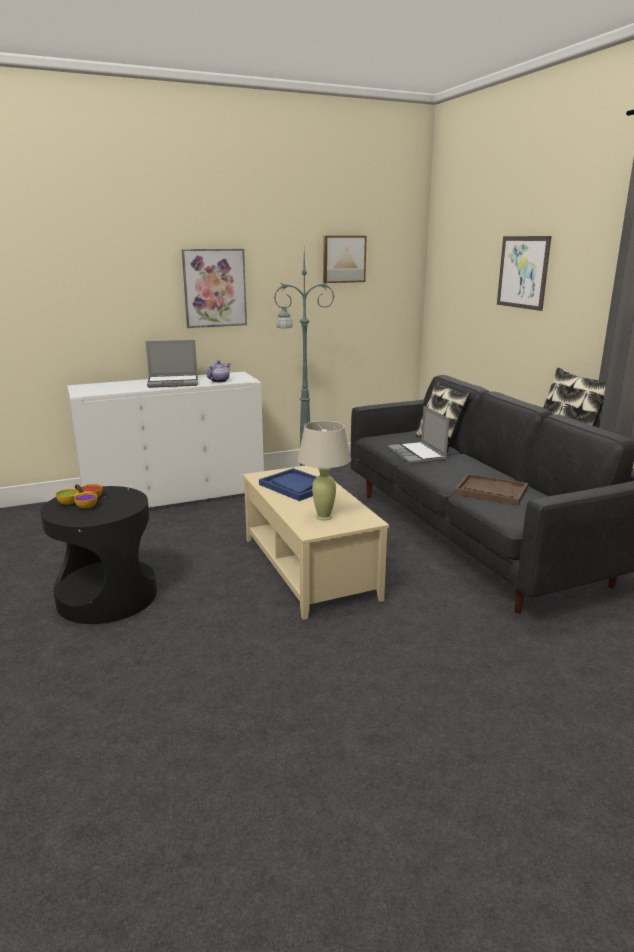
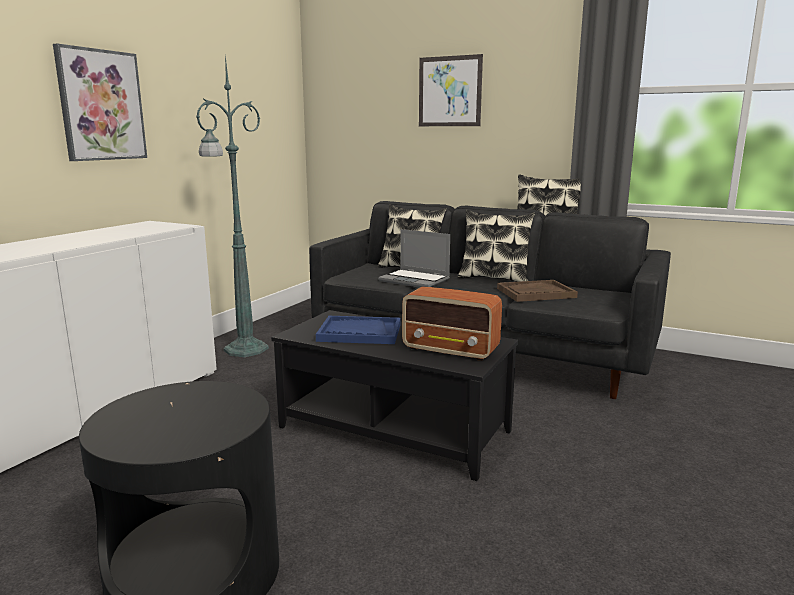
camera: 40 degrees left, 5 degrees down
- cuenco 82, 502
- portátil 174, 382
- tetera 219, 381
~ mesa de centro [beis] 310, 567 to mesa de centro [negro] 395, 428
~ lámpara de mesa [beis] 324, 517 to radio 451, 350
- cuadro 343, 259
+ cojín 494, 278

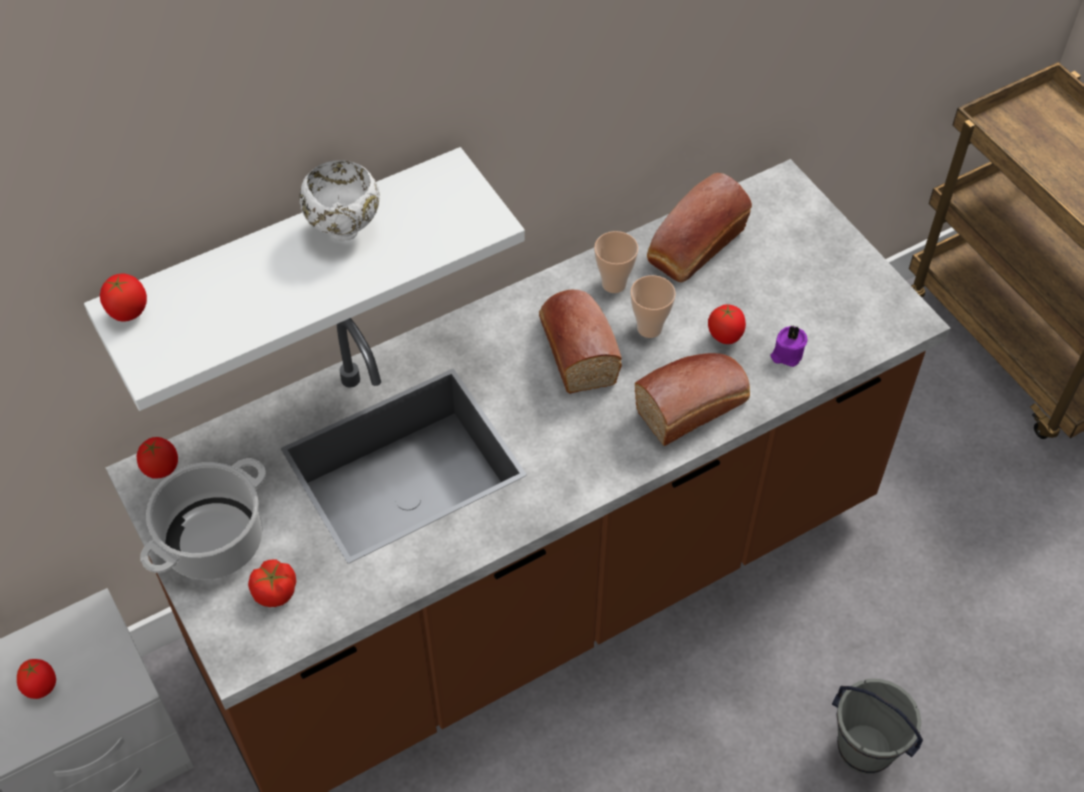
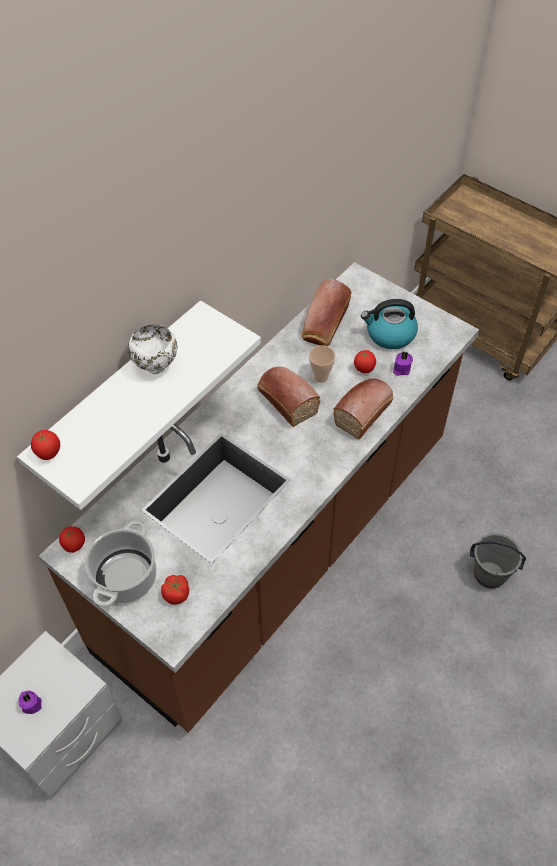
camera: 20 degrees left, 0 degrees up
~ tomate 42, 688 to vela [morado] 31, 704
- taza 614, 284
+ hervidor 389, 334

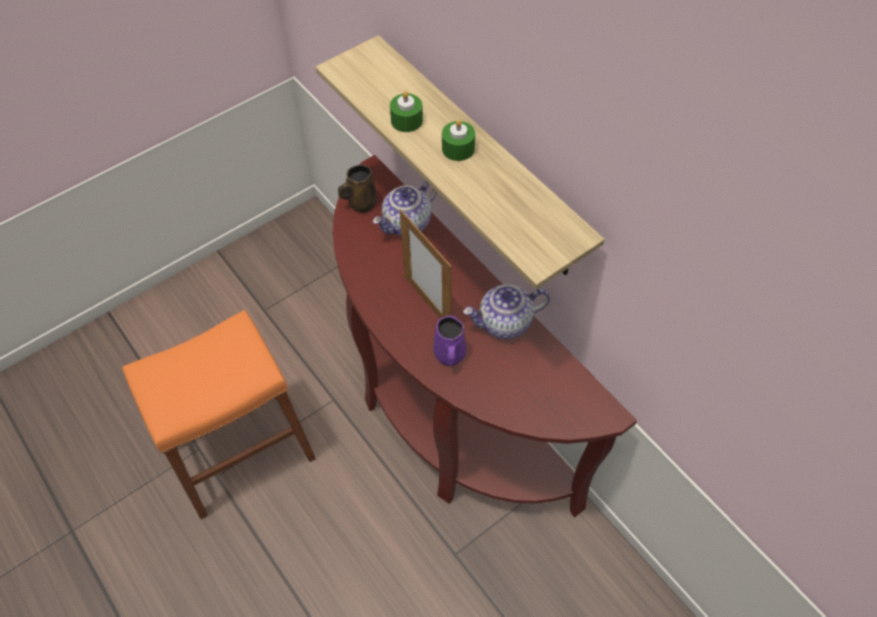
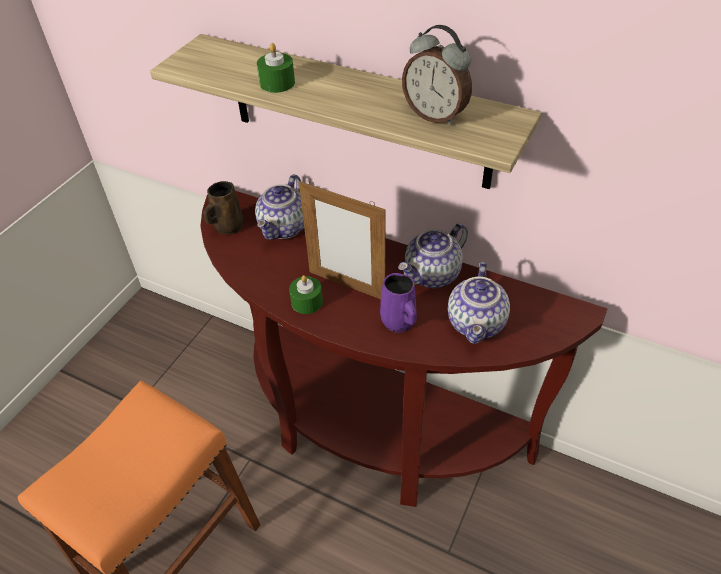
camera: 25 degrees left, 10 degrees down
~ vela [verde] 458, 148 to 307, 302
+ despertador 435, 115
+ tetera 477, 324

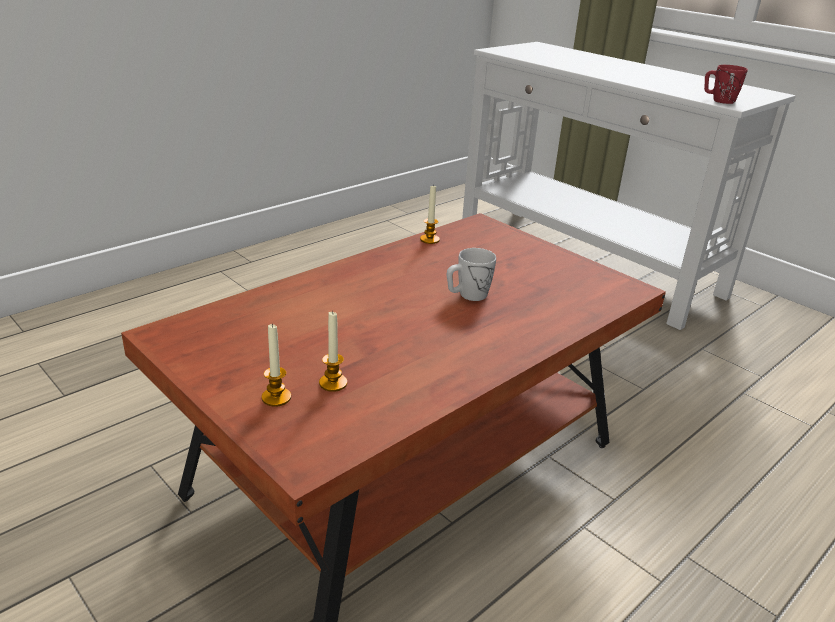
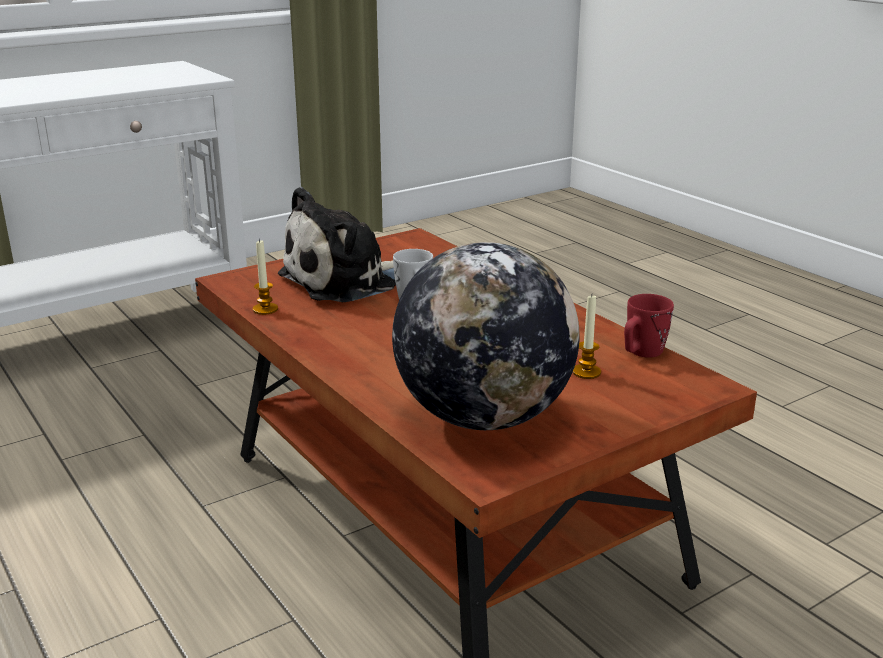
camera: 80 degrees left, 5 degrees down
- vela 276, 397
~ taza grande [rojo] 718, 100 to 641, 353
+ peluche 345, 281
+ globo terráqueo 483, 417

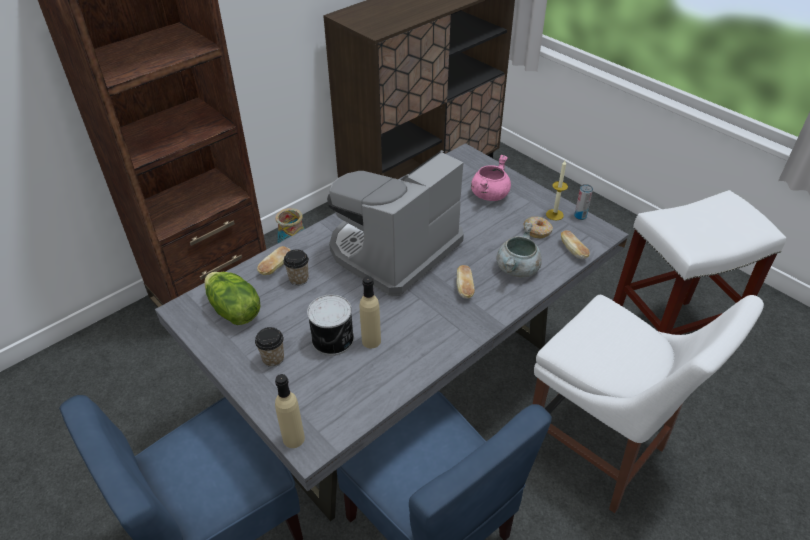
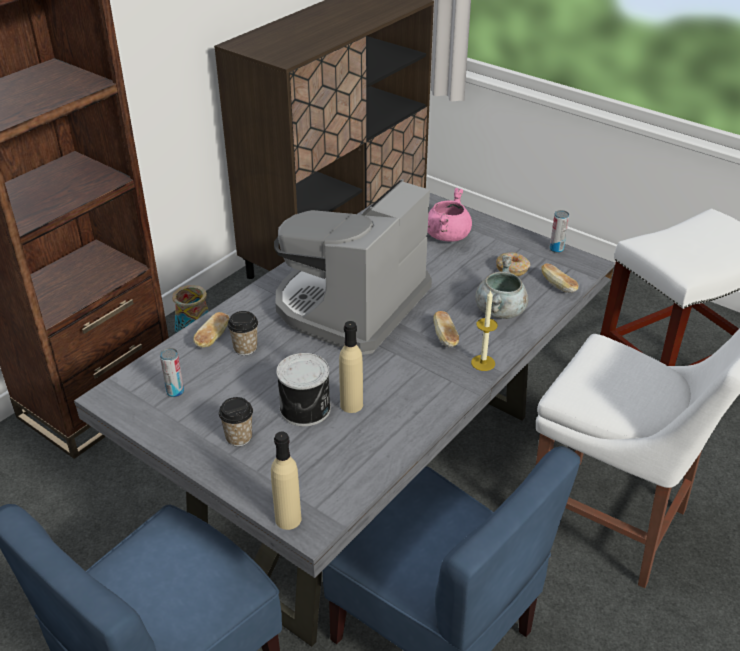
camera: 10 degrees left, 5 degrees down
~ lechuga 234, 311 to lata 175, 392
~ vela 554, 214 to 483, 363

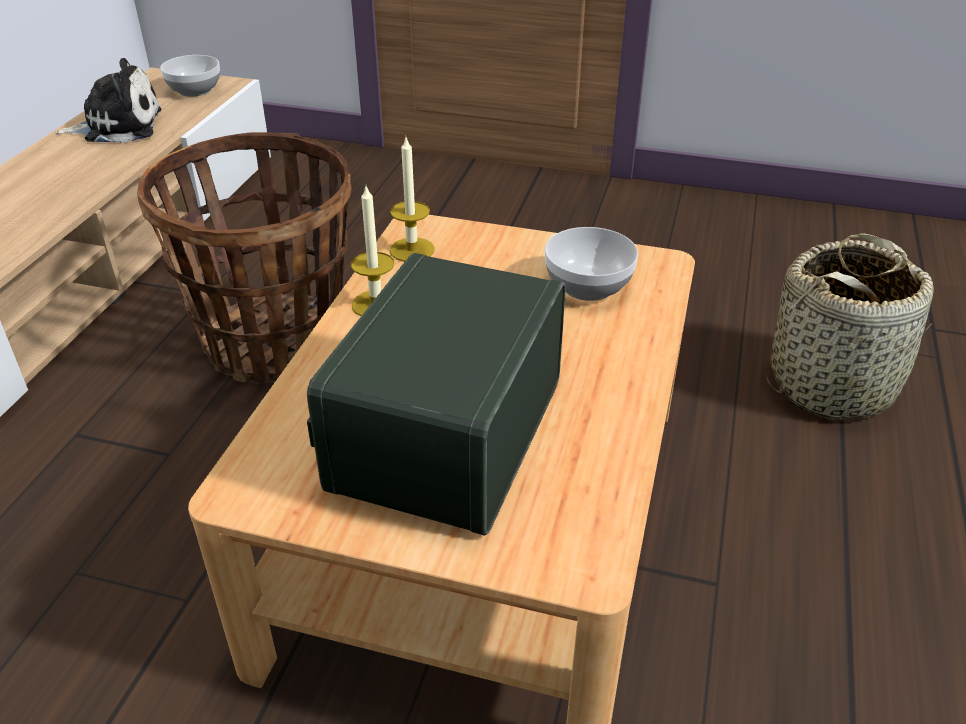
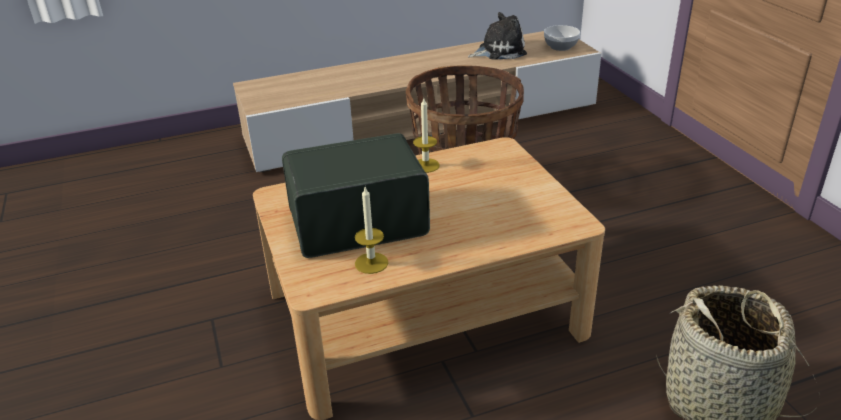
camera: 55 degrees right, 5 degrees down
~ peluche 118, 126 = 499, 51 60 degrees counterclockwise
~ vela 412, 250 to 371, 263
- cuenco 586, 286

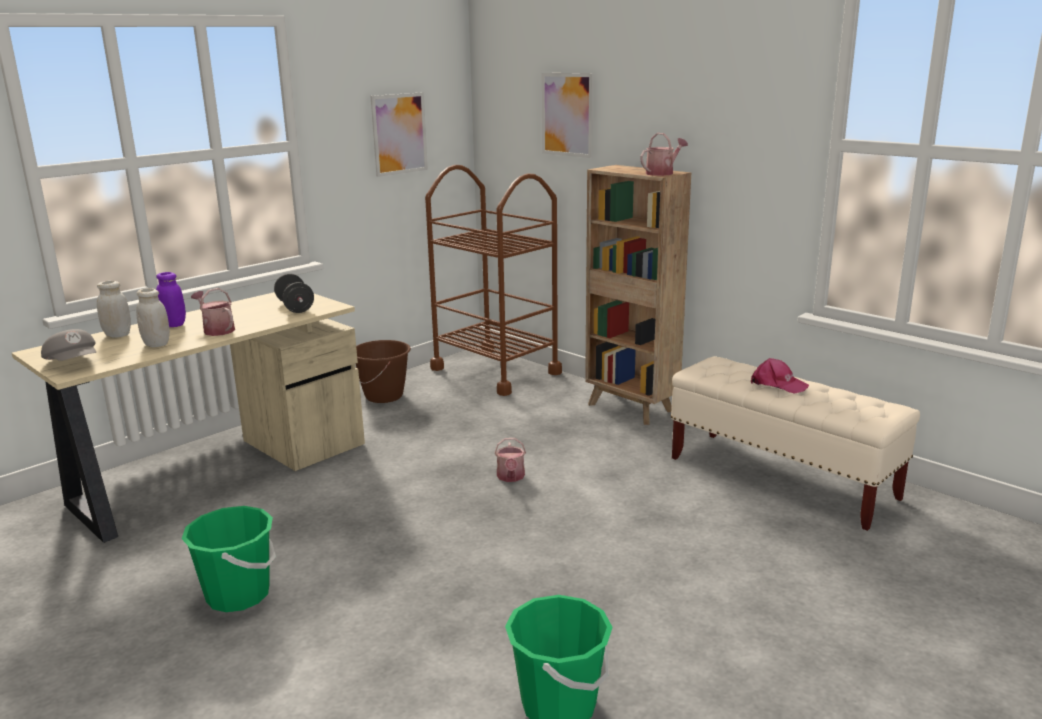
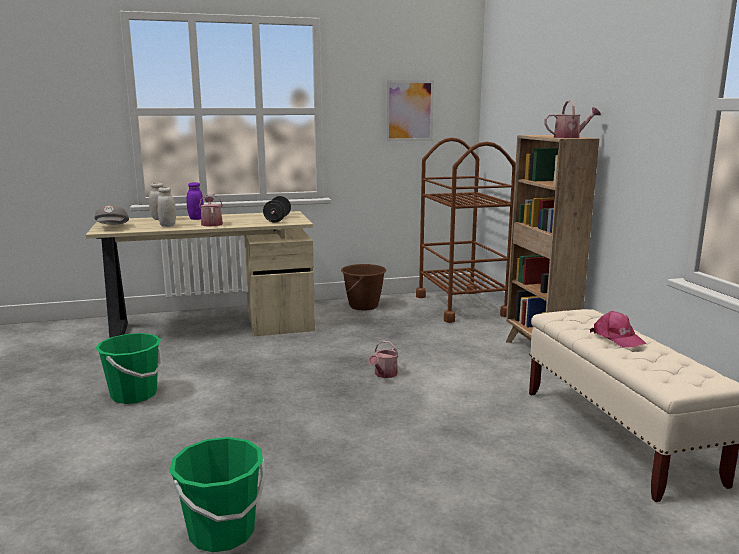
camera: 30 degrees right, 5 degrees down
- cuadro 567, 114

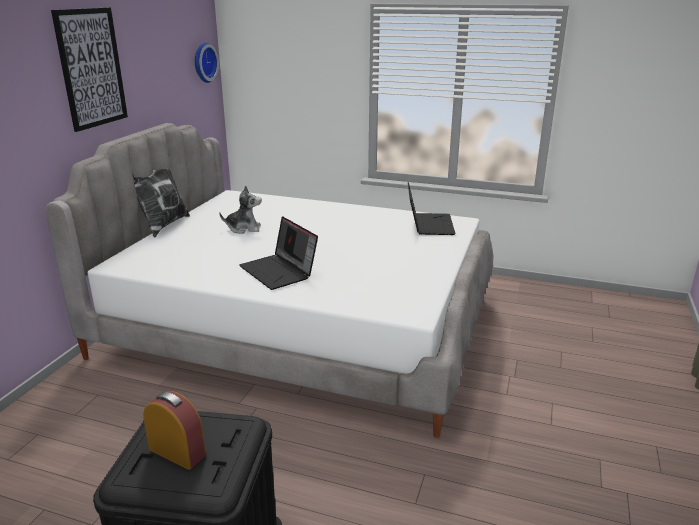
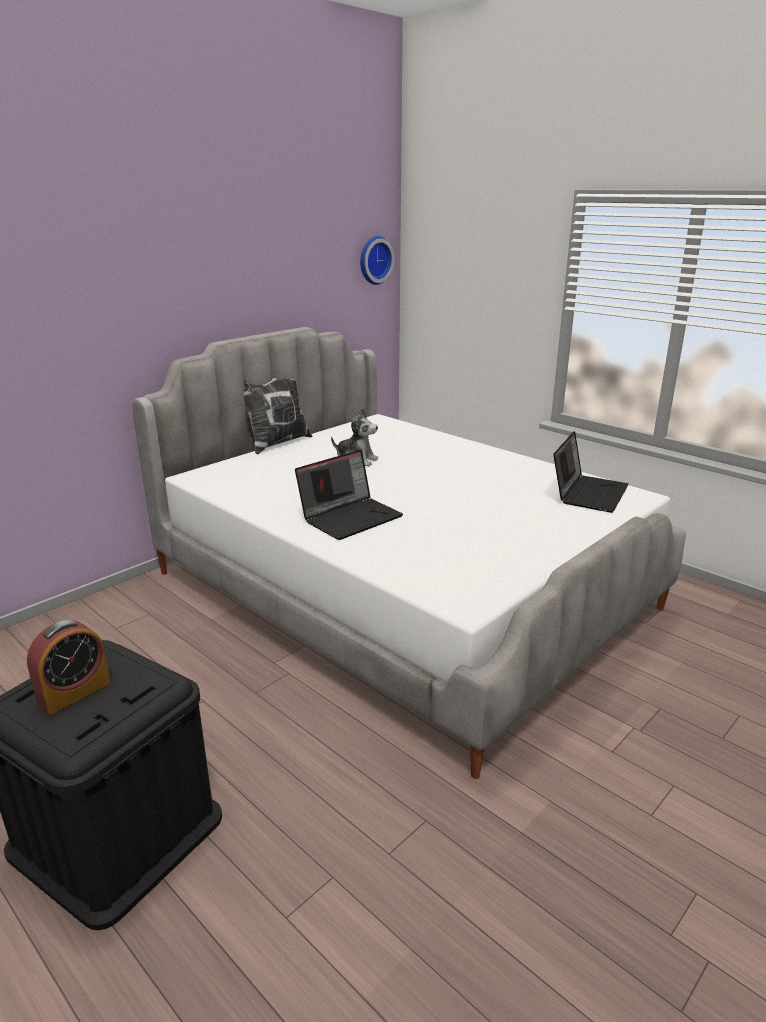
camera: 25 degrees right, 0 degrees up
- cuadro 91, 68
~ despertador 177, 452 = 74, 692 75 degrees clockwise
~ portátil 279, 271 = 351, 517 120 degrees counterclockwise

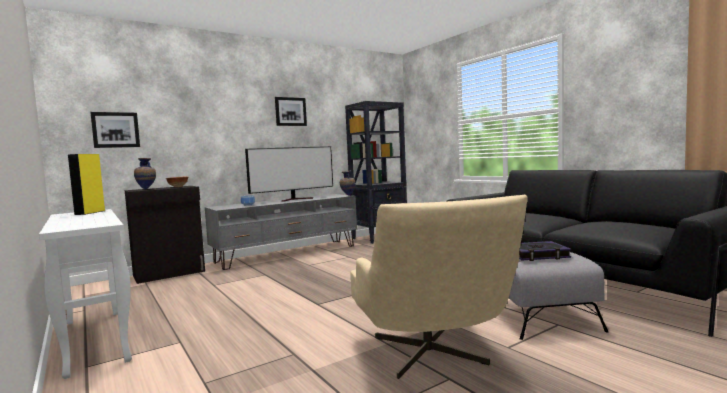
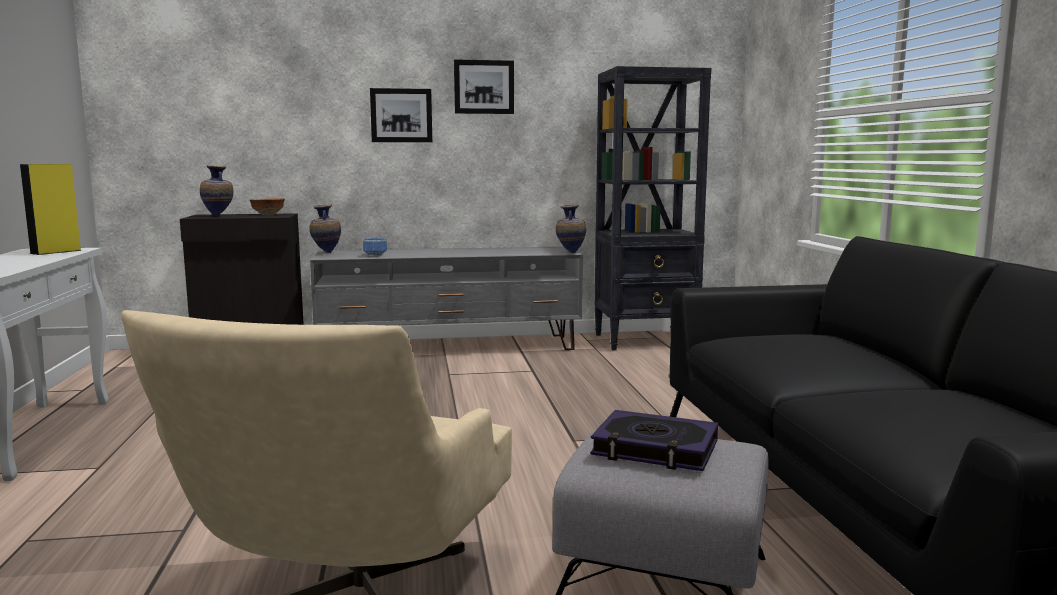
camera: 25 degrees right, 5 degrees up
~ cuadro 115, 130 to 401, 115
- televisor 296, 199
+ florero 326, 253

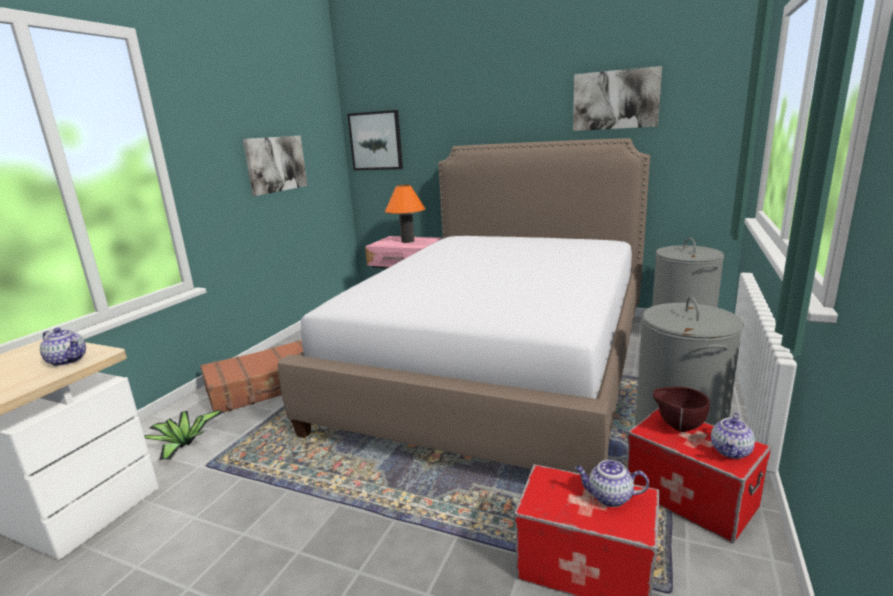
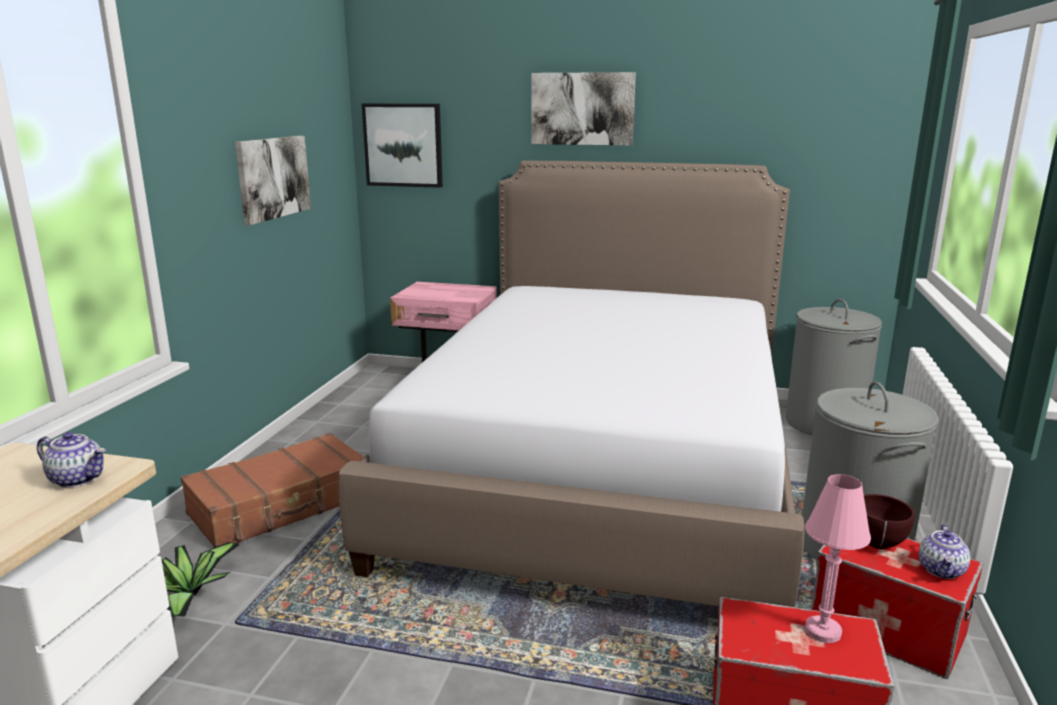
camera: 10 degrees left, 0 degrees up
- lámpara de mesa [naranja] 407, 241
~ cuadro 615, 100 to 582, 109
~ tetera 609, 497 to lámpara de mesa [rosa] 823, 631

